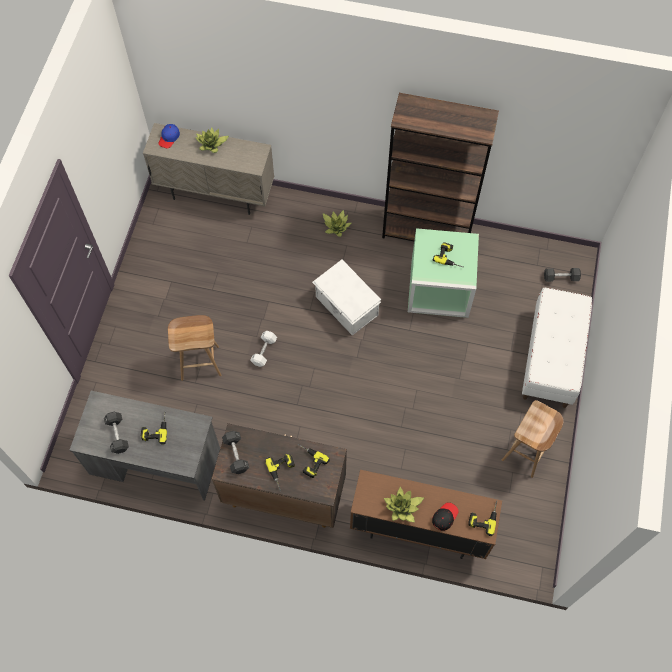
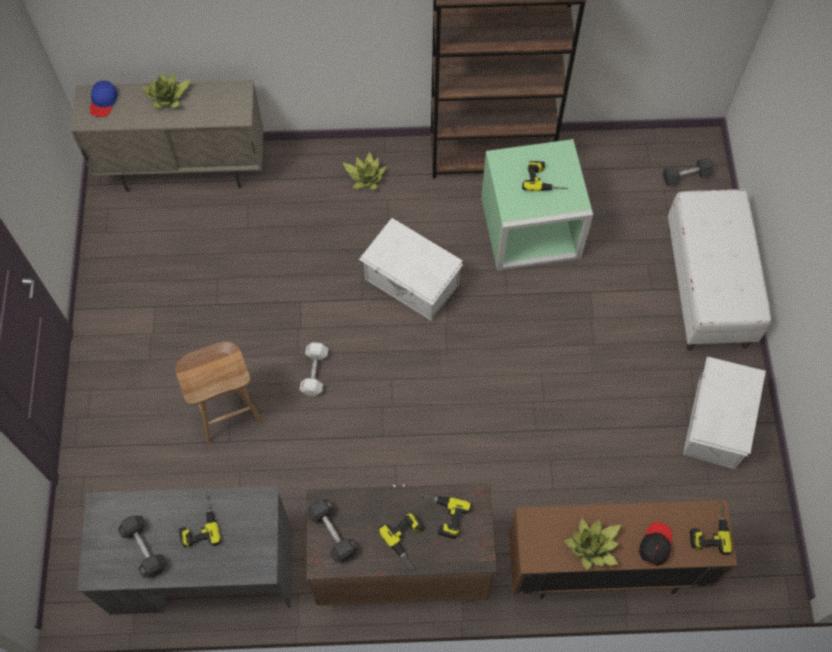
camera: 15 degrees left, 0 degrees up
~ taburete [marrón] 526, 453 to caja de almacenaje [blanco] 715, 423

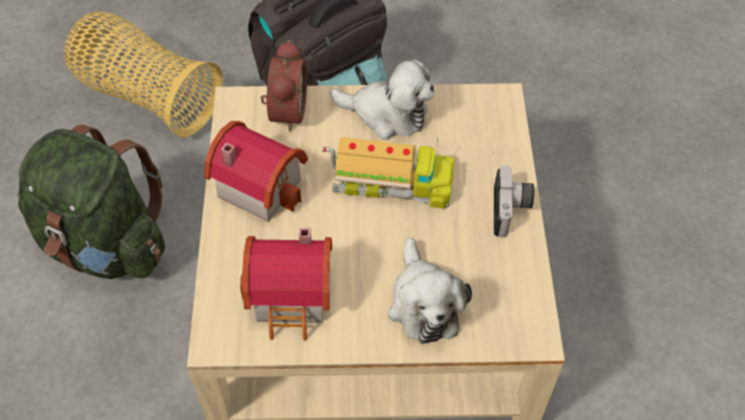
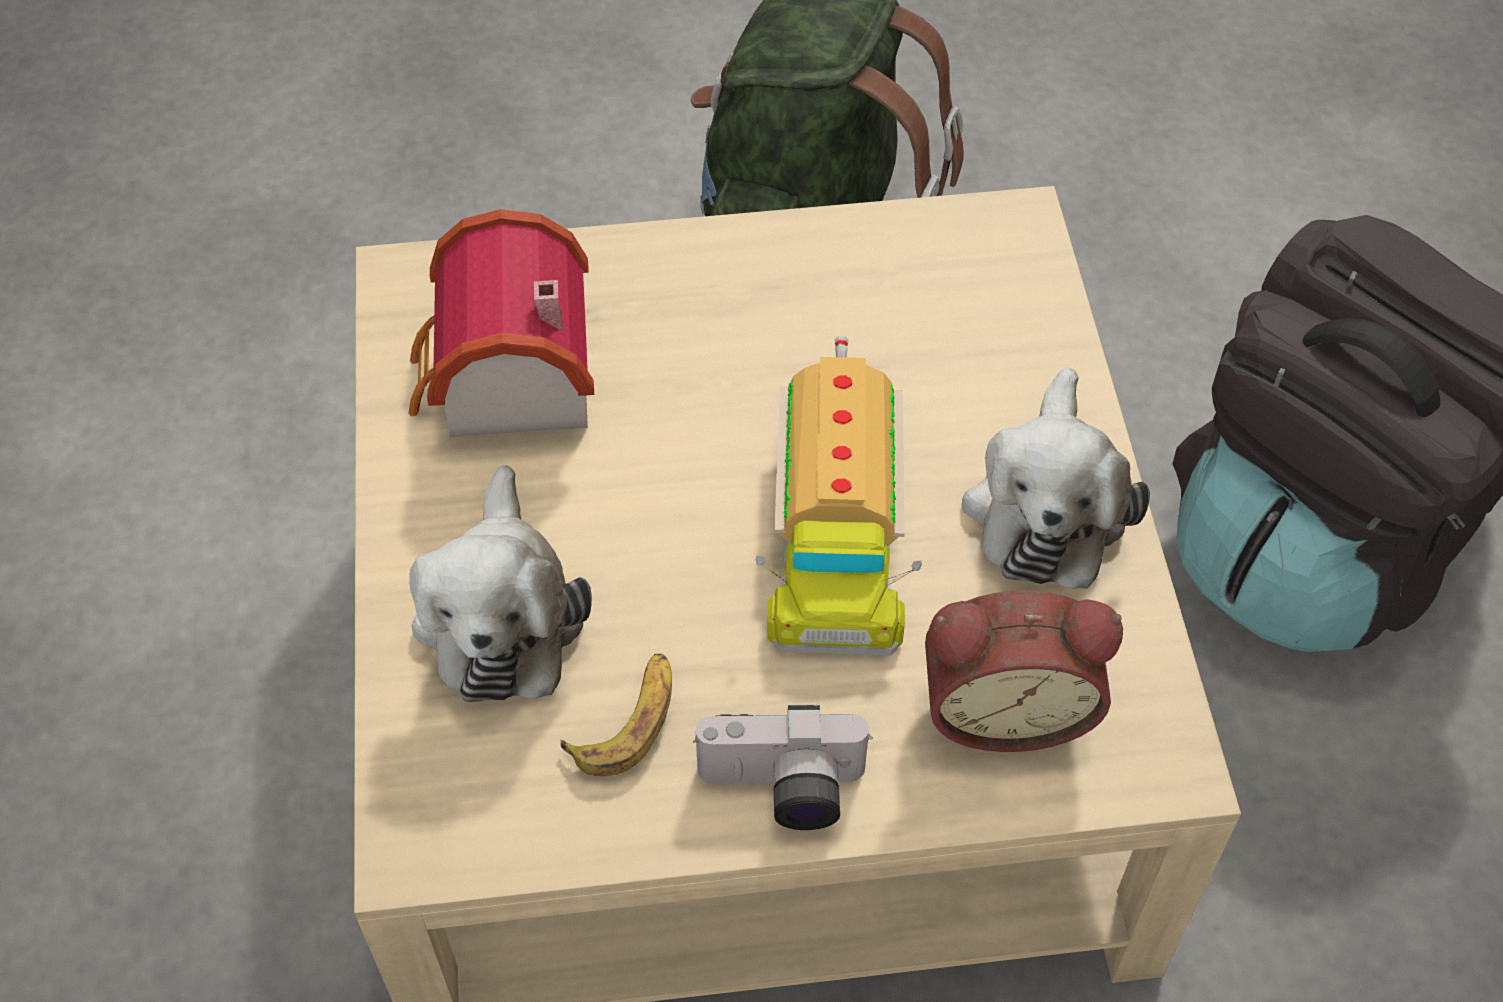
camera: 85 degrees right, 0 degrees up
- cesta 147, 97
- casita 260, 183
~ despertador 285, 111 to 1005, 706
~ peluche 424, 303 = 501, 614 75 degrees counterclockwise
+ plátano 628, 720

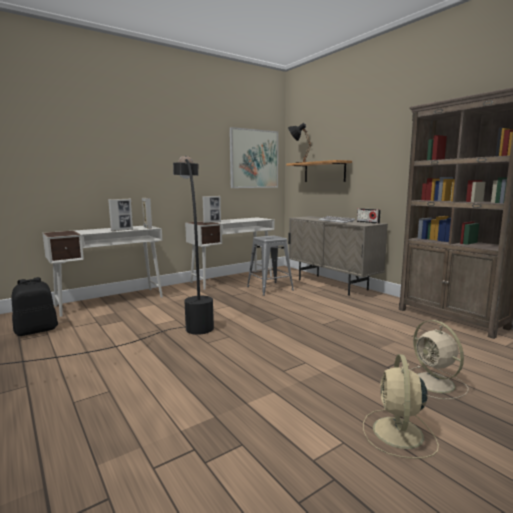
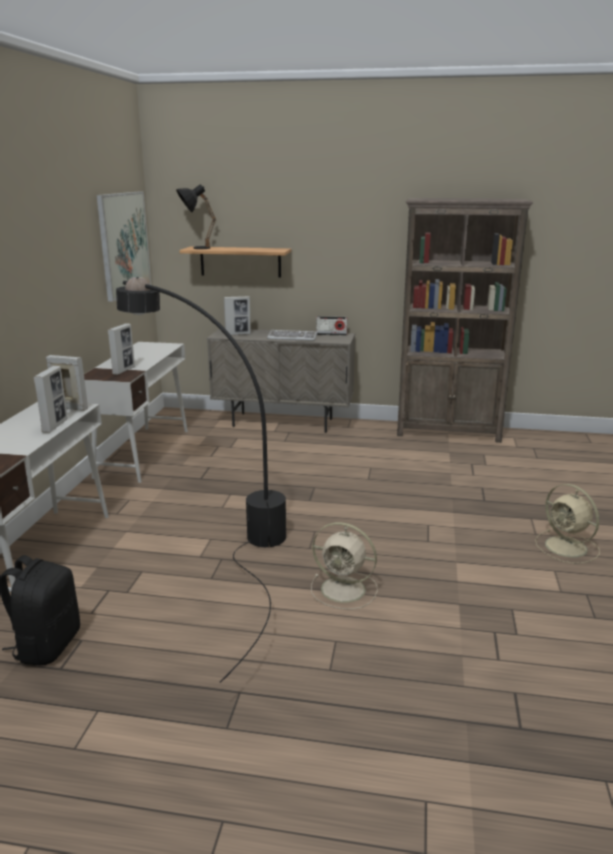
camera: 45 degrees left, 10 degrees up
- taburete [gris] 270, 288
~ ventilador [beis] 435, 383 to 345, 590
+ portarretratos 238, 334

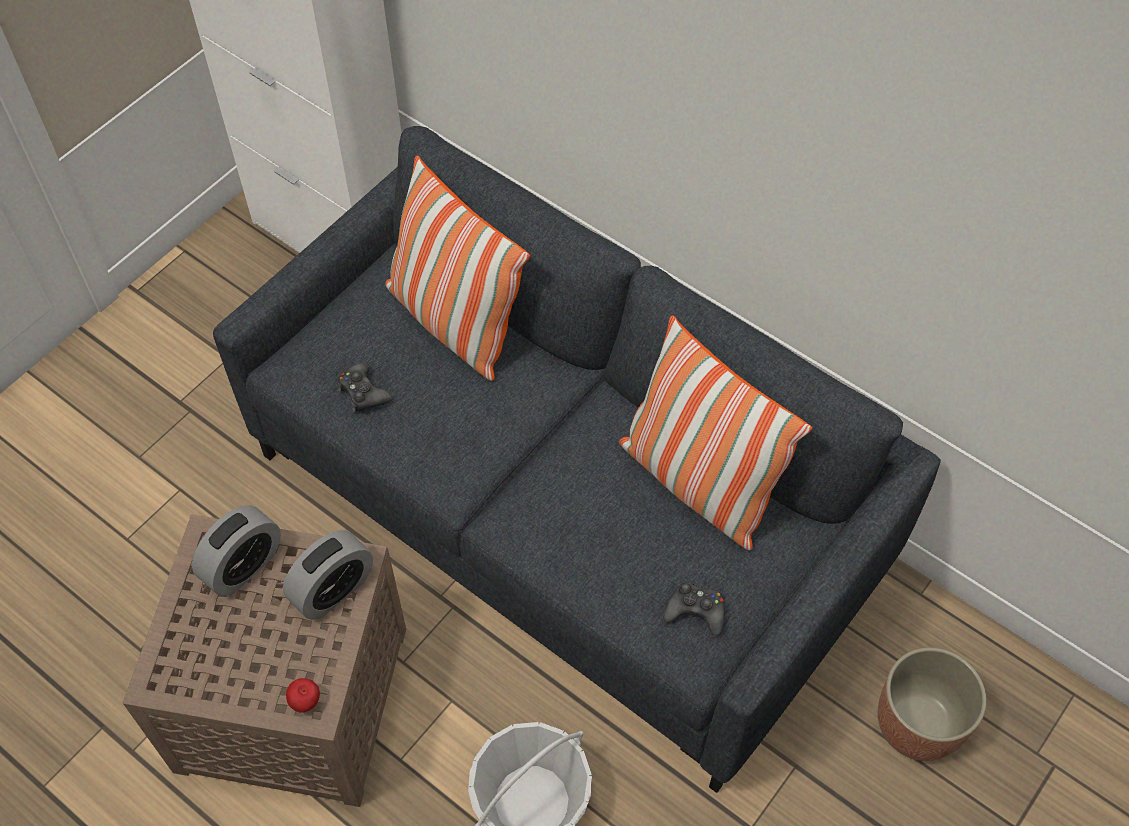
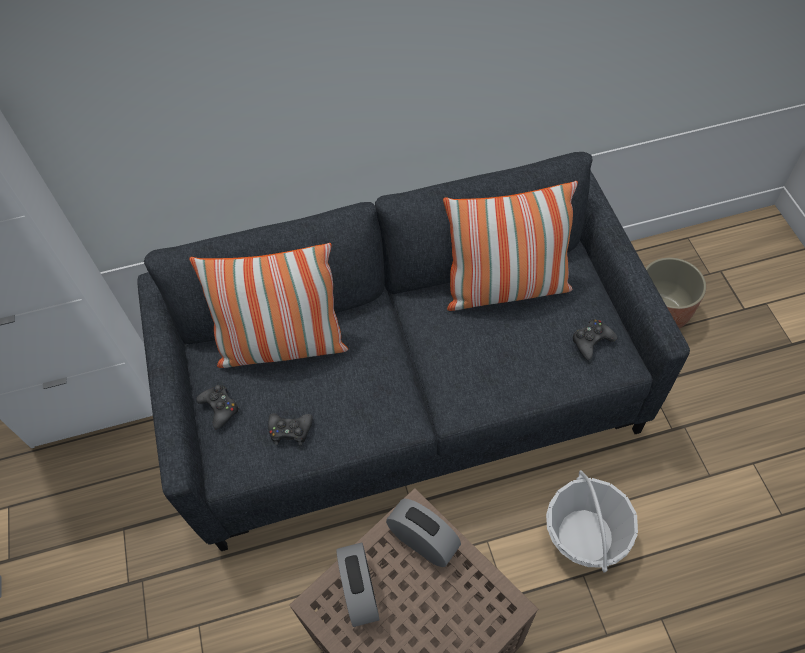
camera: 50 degrees left, 0 degrees up
~ despertador 333, 590 = 423, 541 45 degrees counterclockwise
- manzana 306, 702
+ mando de consola [negro] 220, 408

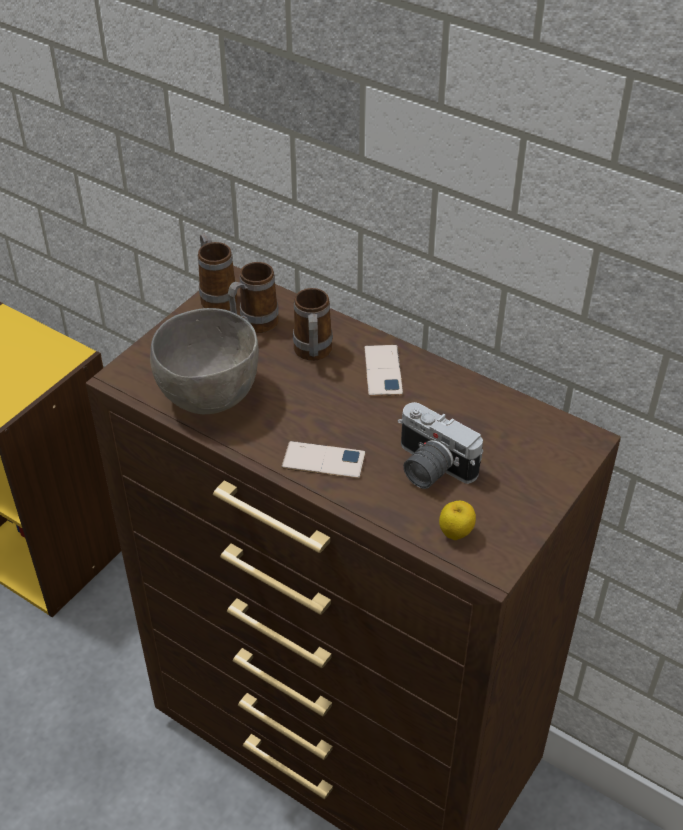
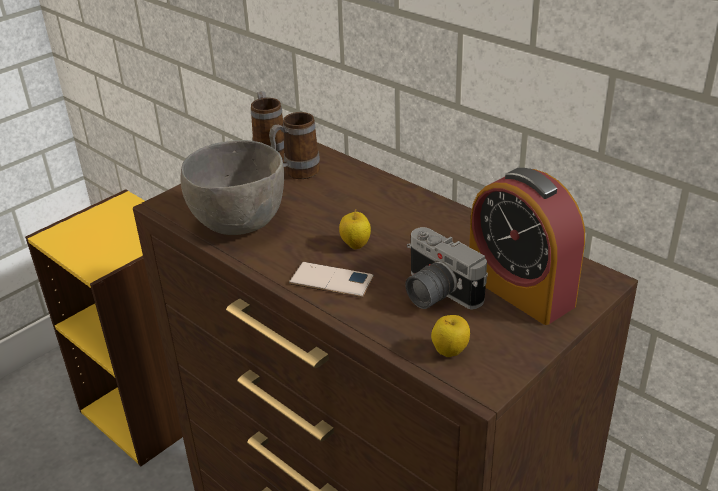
camera: 10 degrees right, 10 degrees down
- taza grande 312, 354
- móvil 383, 371
+ manzana 355, 245
+ despertador 520, 290

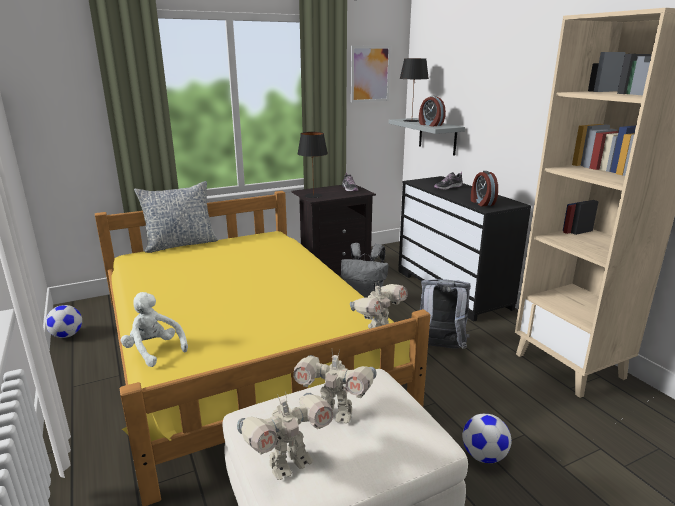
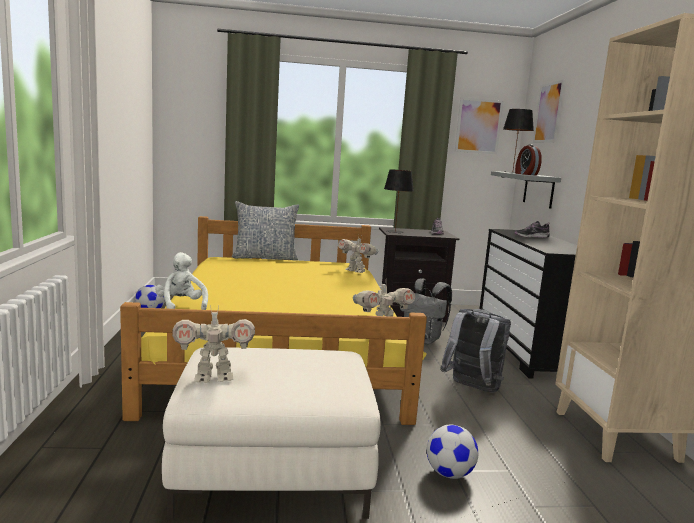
camera: 20 degrees right, 10 degrees down
~ robot de juguete 334, 413 to 356, 271
- despertador 481, 203
+ cuadro 548, 112

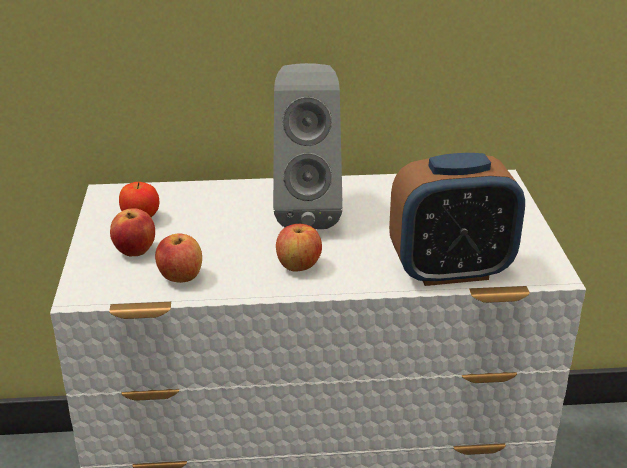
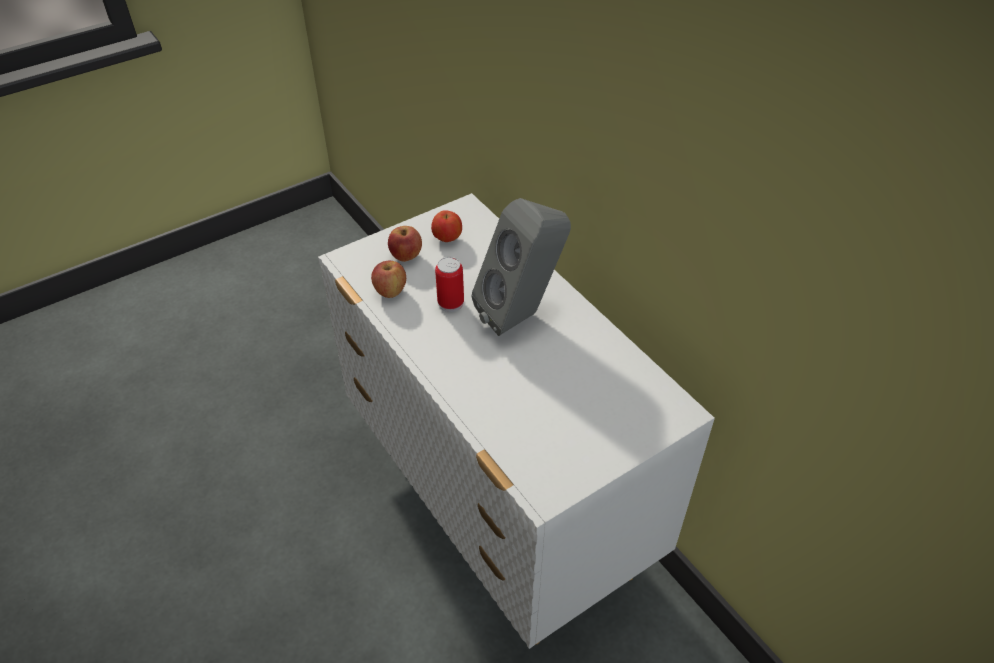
camera: 60 degrees right, 15 degrees up
- manzana 298, 266
- despertador 450, 271
+ lata 450, 303

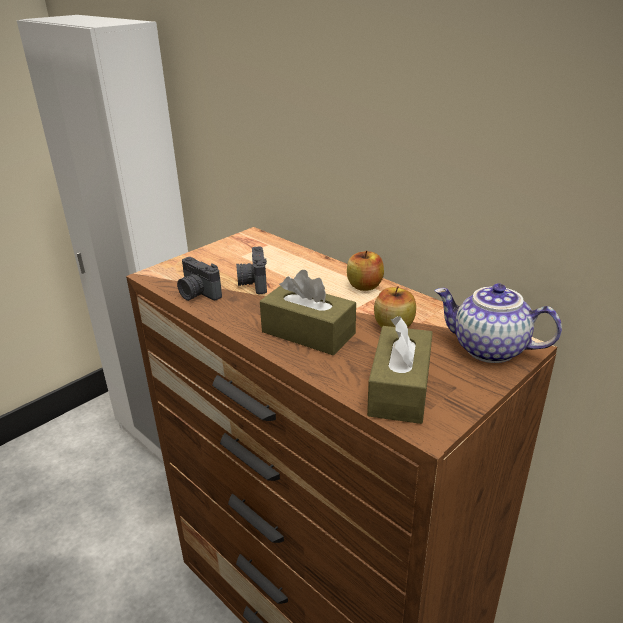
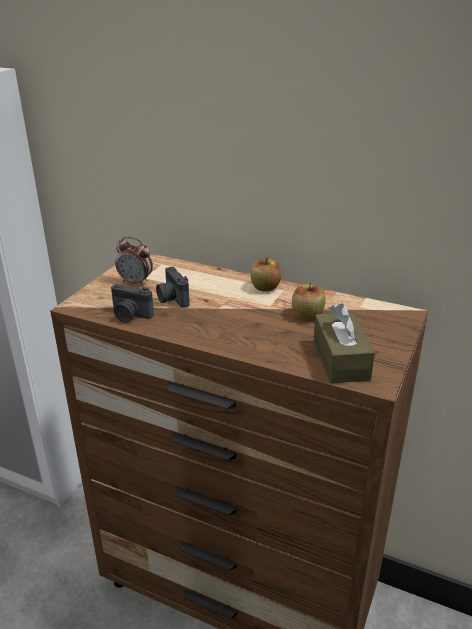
camera: 20 degrees left, 0 degrees up
- caja de pañuelos [marrón] 308, 333
- tetera 488, 349
+ despertador 136, 282

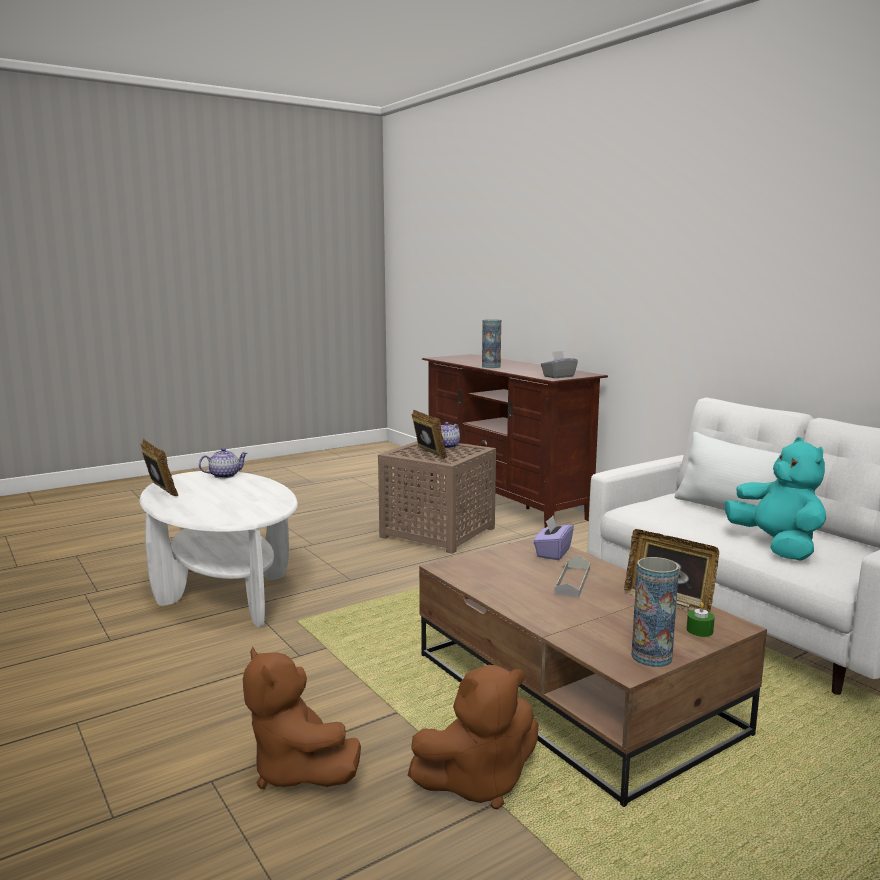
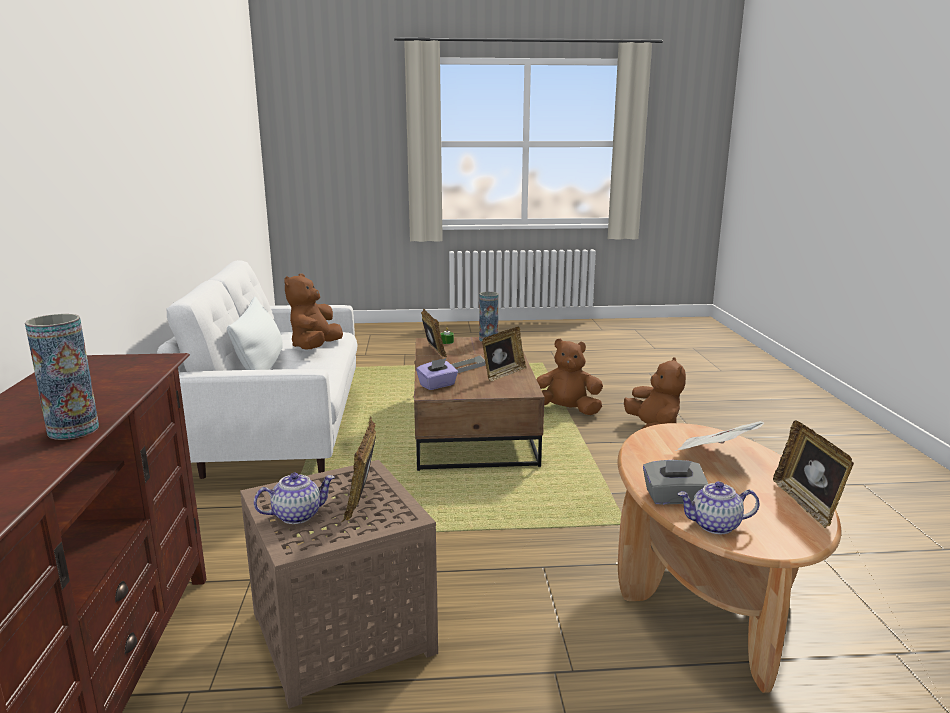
camera: 150 degrees left, 5 degrees up
~ mesa de centro [blanco] 224, 590 to mesa de centro [marrón] 705, 595
~ caja de pañuelos [gris] 558, 376 to 673, 498
~ peluche [turquesa] 777, 547 to peluche [marrón] 315, 347
+ portarretratos 503, 374
+ periódico 715, 456

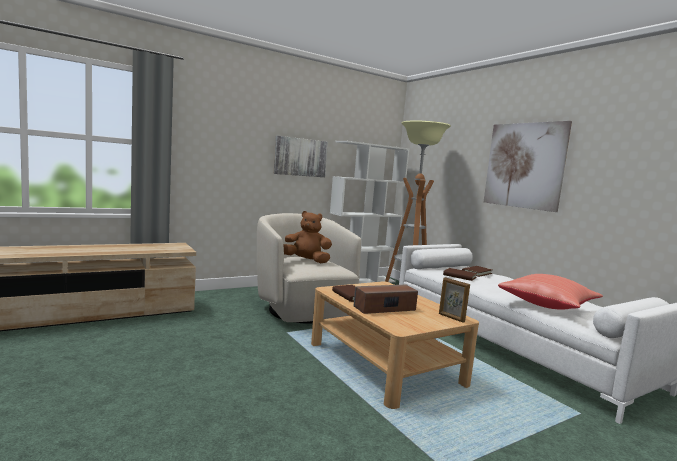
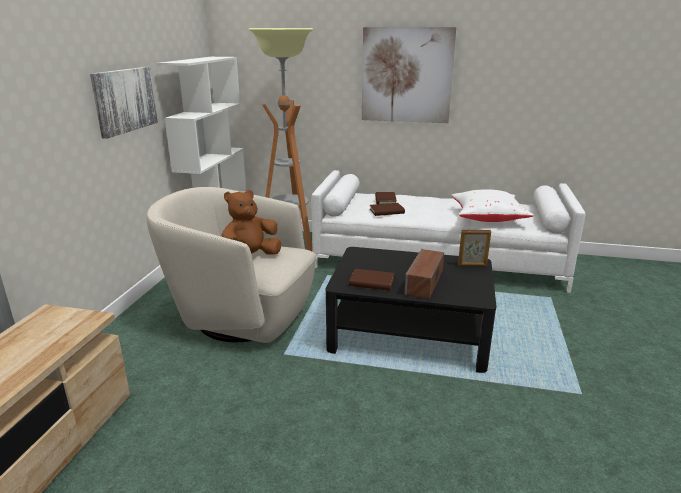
camera: 45 degrees left, 15 degrees up
~ mesa de centro [beis] 385, 363 to mesa de centro [negro] 409, 332
~ cojín [rojo] 548, 305 to cojín [blanco] 487, 218

